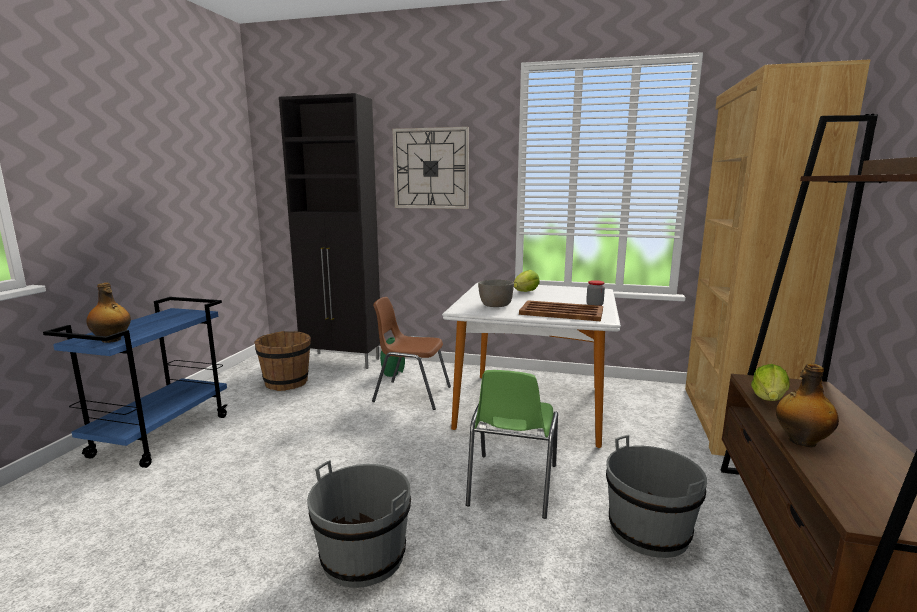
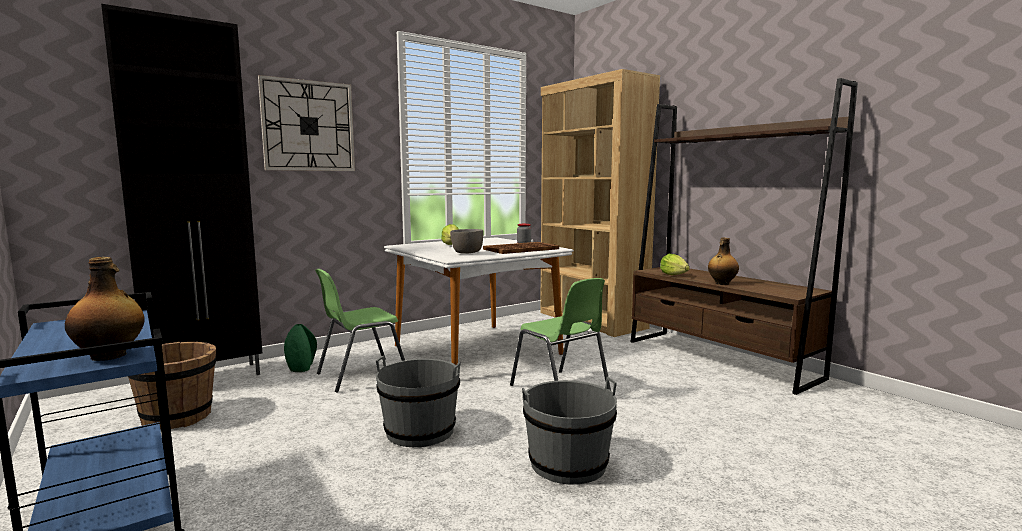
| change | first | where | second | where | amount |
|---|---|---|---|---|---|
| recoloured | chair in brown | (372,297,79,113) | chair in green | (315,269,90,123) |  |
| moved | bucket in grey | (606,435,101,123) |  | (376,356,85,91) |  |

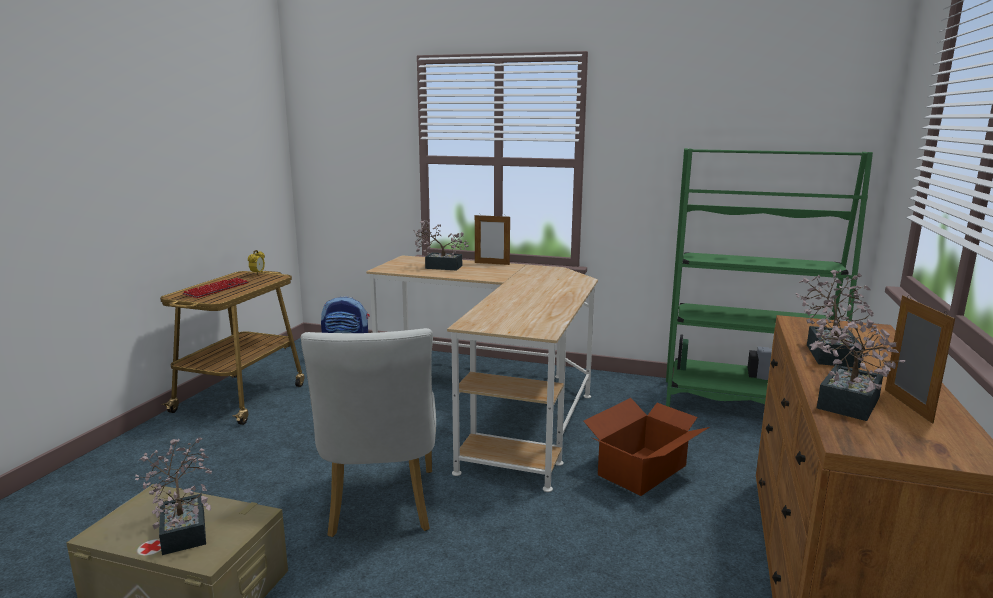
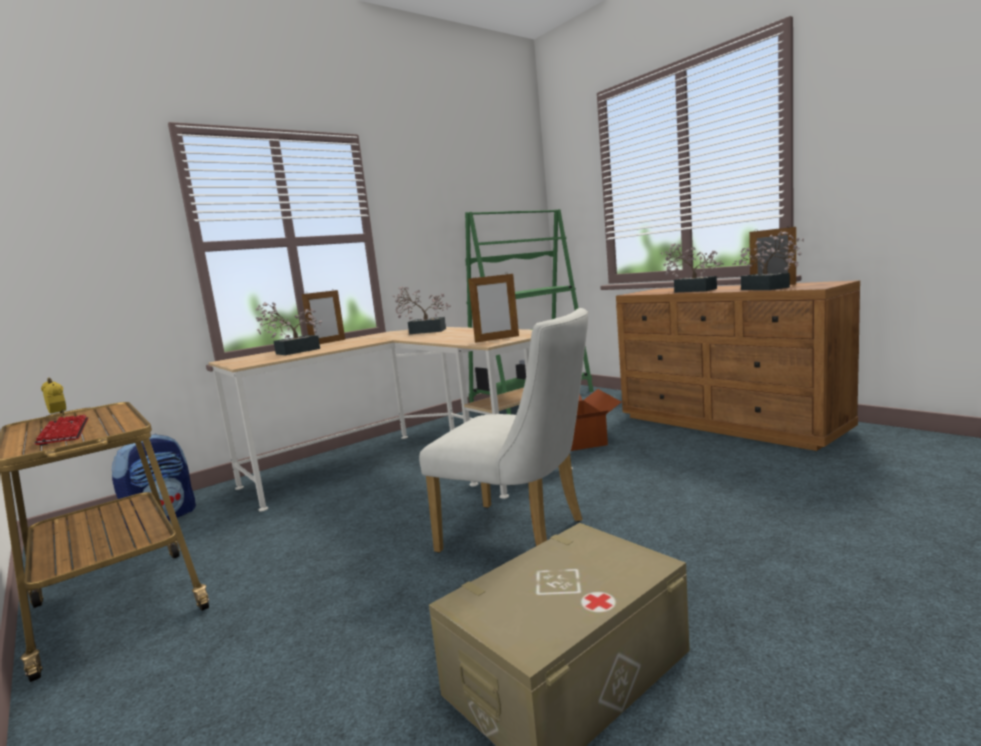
| change | first | where | second | where | amount |
|---|---|---|---|---|---|
| moved | potted plant | (135,437,77,118) |  | (393,286,58,48) |  |
| added |  |  | picture frame | (468,272,51,71) |  |

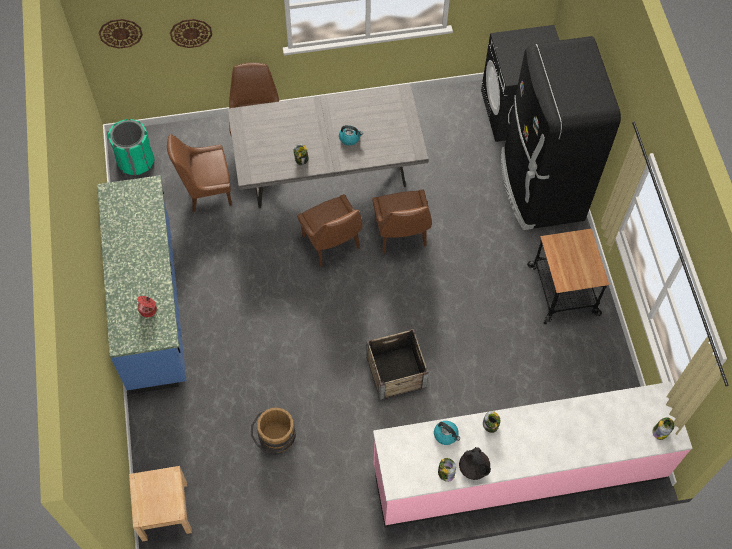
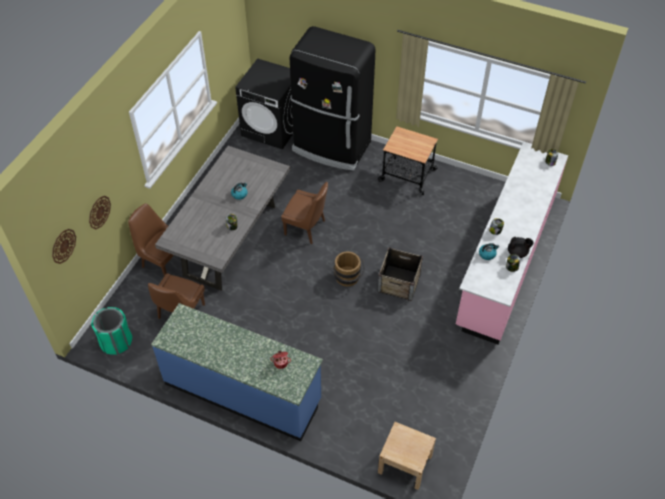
| change | first | where | second | where | amount |
|---|---|---|---|---|---|
| moved | bucket in brown | (251,407,45,46) |  | (333,251,32,35) |  |
| removed | chair in brown | (297,194,66,72) |  |  |  |

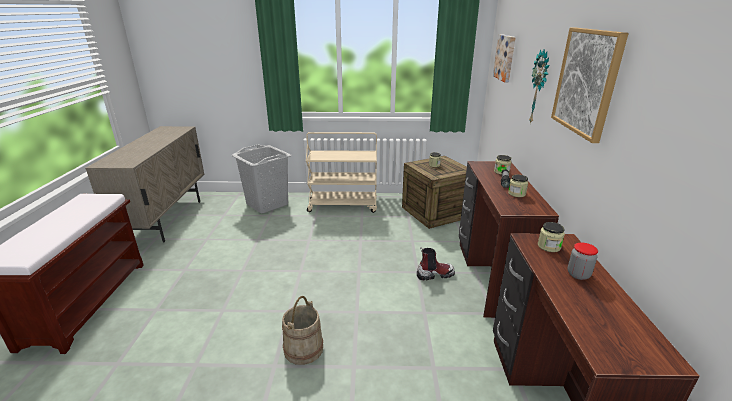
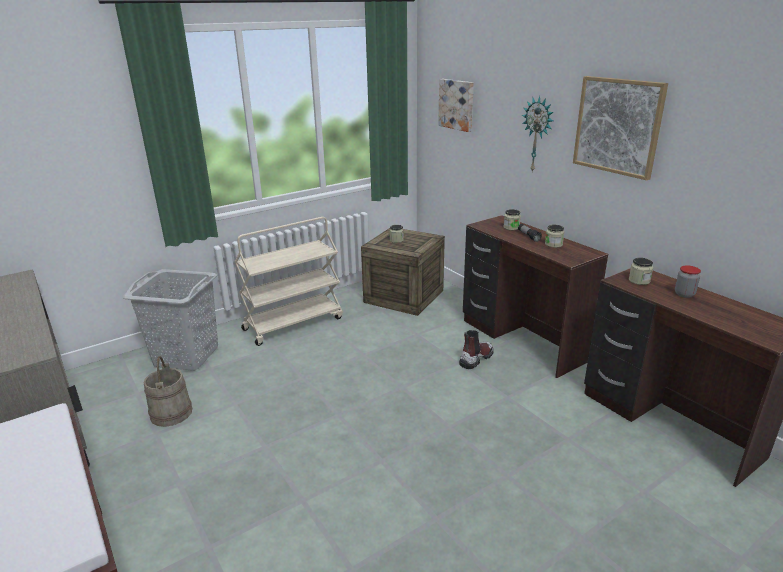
| change | first | where | second | where | amount |
|---|---|---|---|---|---|
| moved | bucket in beige | (282,296,41,69) |  | (144,356,48,71) |  |

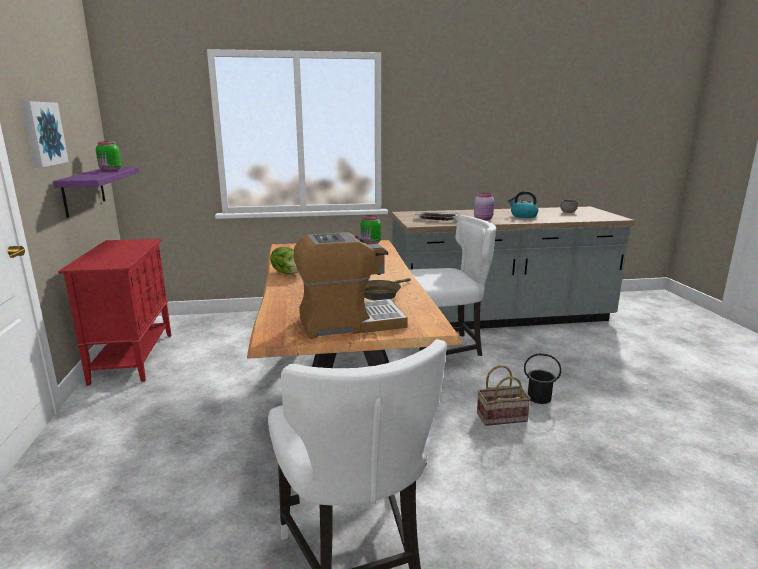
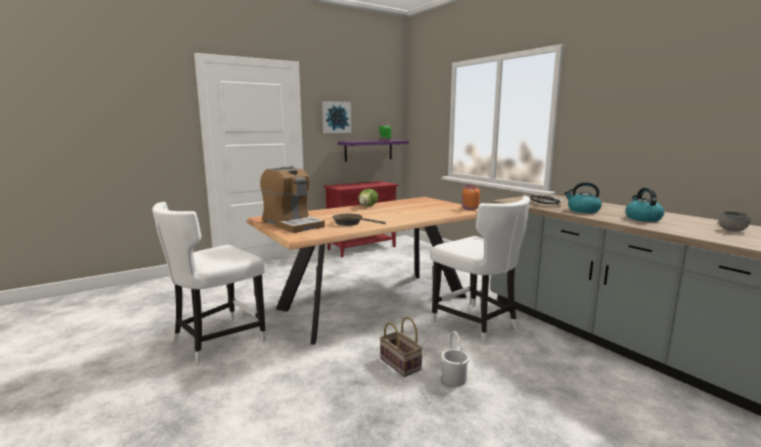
| change | first | where | second | where | amount |
|---|---|---|---|---|---|
| recoloured | bucket in black | (524,353,37,51) | bucket in white | (441,331,29,55) |  |
| recoloured | jar in green | (361,215,20,29) | jar in orange | (462,185,18,25) |  |
| replaced | jar in pink | (474,193,20,28) | kettle | (564,182,38,31) |  |

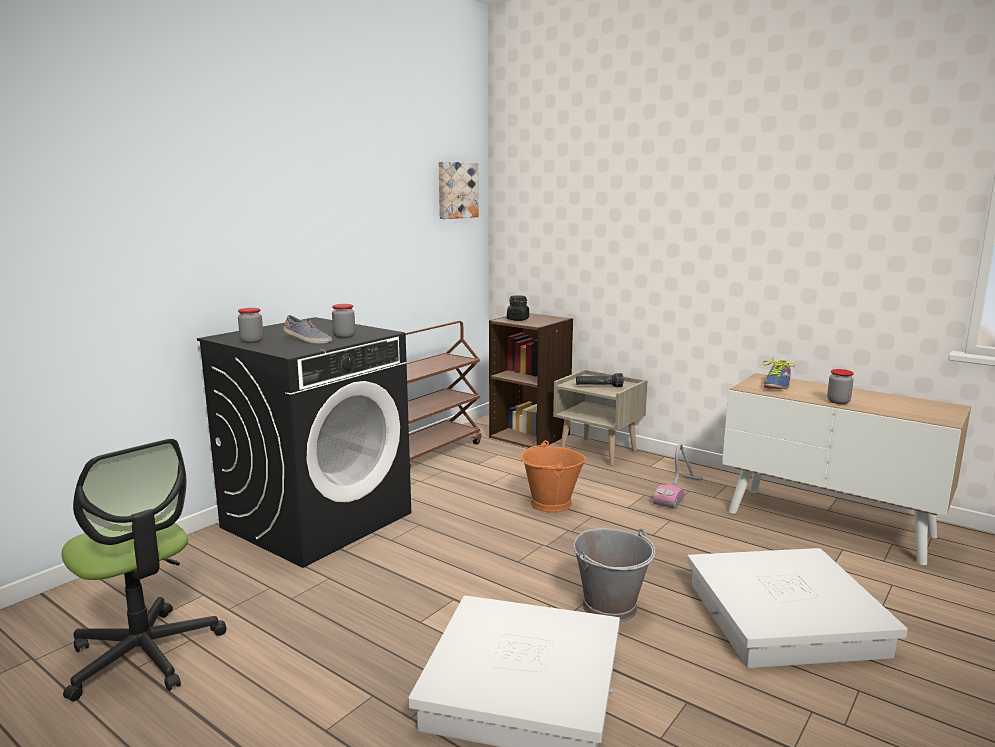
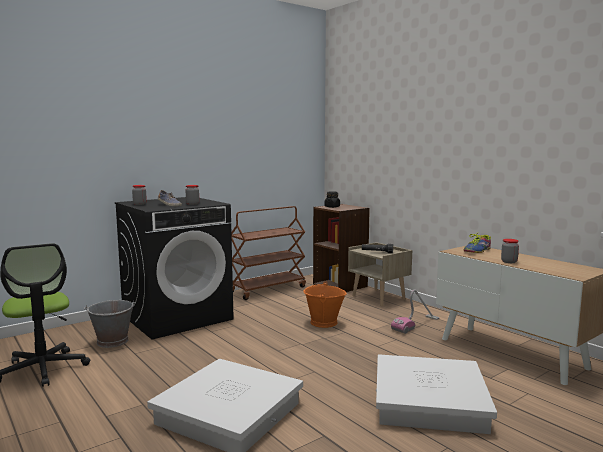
| change | first | where | second | where | amount |
|---|---|---|---|---|---|
| moved | bucket in grey | (573,529,83,93) |  | (84,300,52,48) |  |
| removed | picture | (439,162,40,57) |  |  |  |

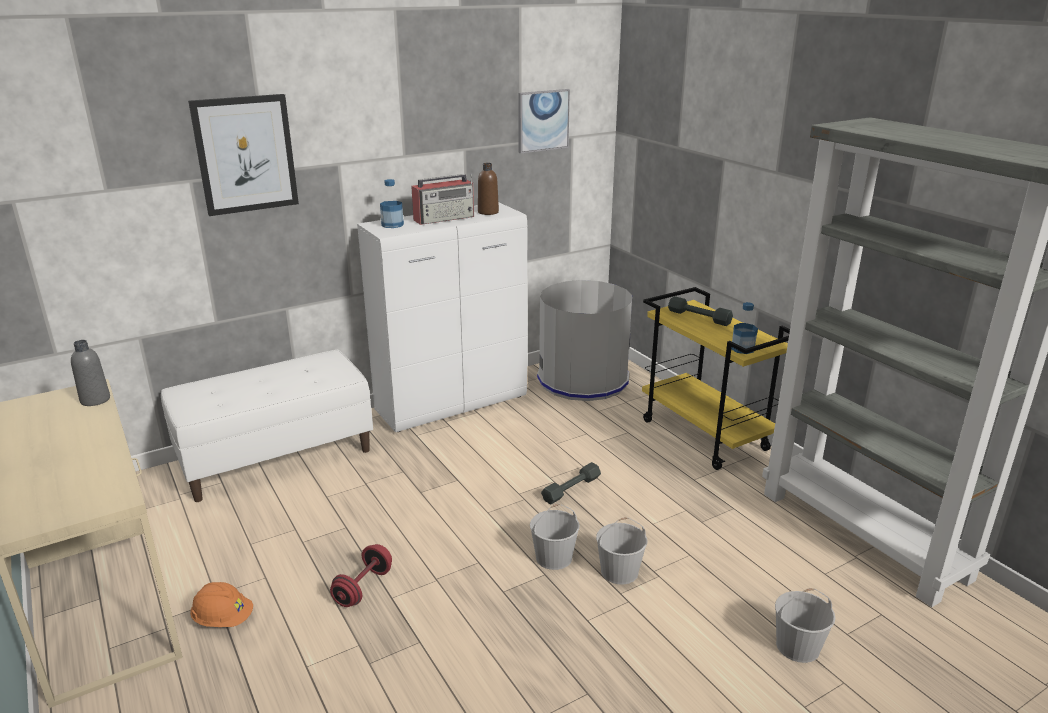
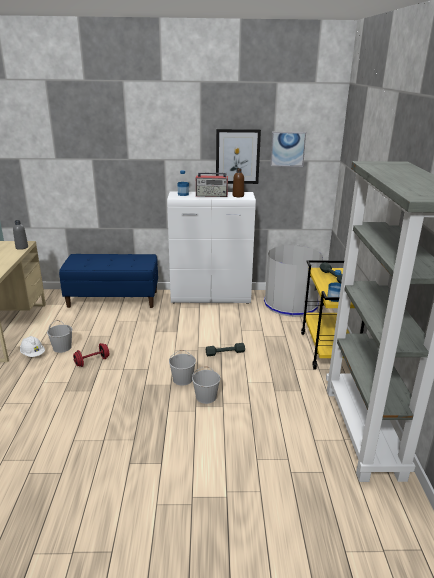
| change | first | where | second | where | amount |
|---|---|---|---|---|---|
| recoloured | hard hat in orange | (190,582,63,45) | hard hat in white | (20,336,25,21) |  |
| moved | bucket in white | (775,588,60,75) |  | (47,320,25,33) |  |
| recoloured | bench in white | (161,350,212,152) | bench in blue | (59,254,99,54) |  |
| moved | picture | (188,94,111,122) |  | (216,129,45,55) |  |

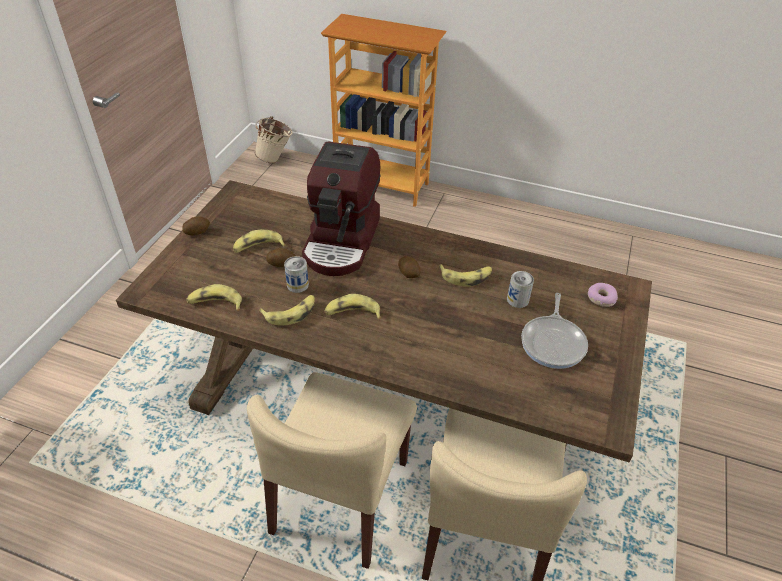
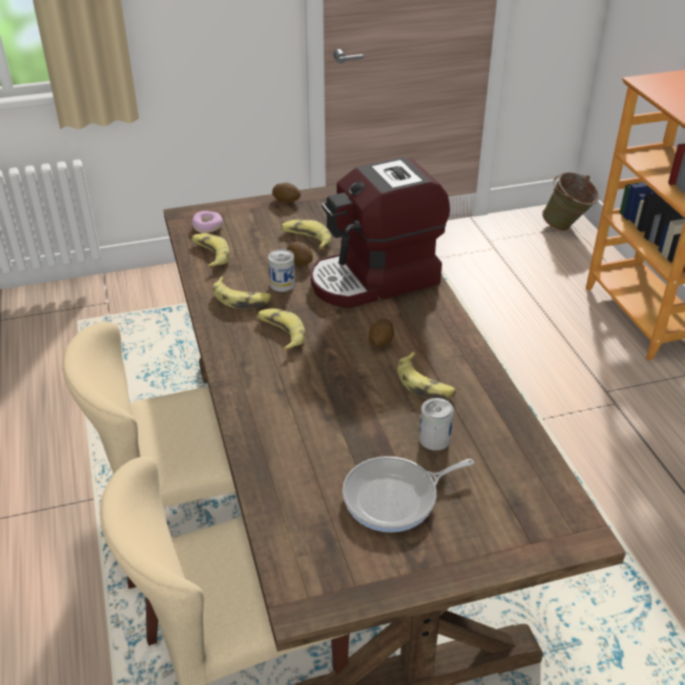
| change | first | where | second | where | amount |
|---|---|---|---|---|---|
| moved | donut | (588,283,30,24) |  | (192,211,31,22) |  |
| recoloured | bucket in beige | (255,116,38,47) | bucket in green | (542,172,57,59) |  |

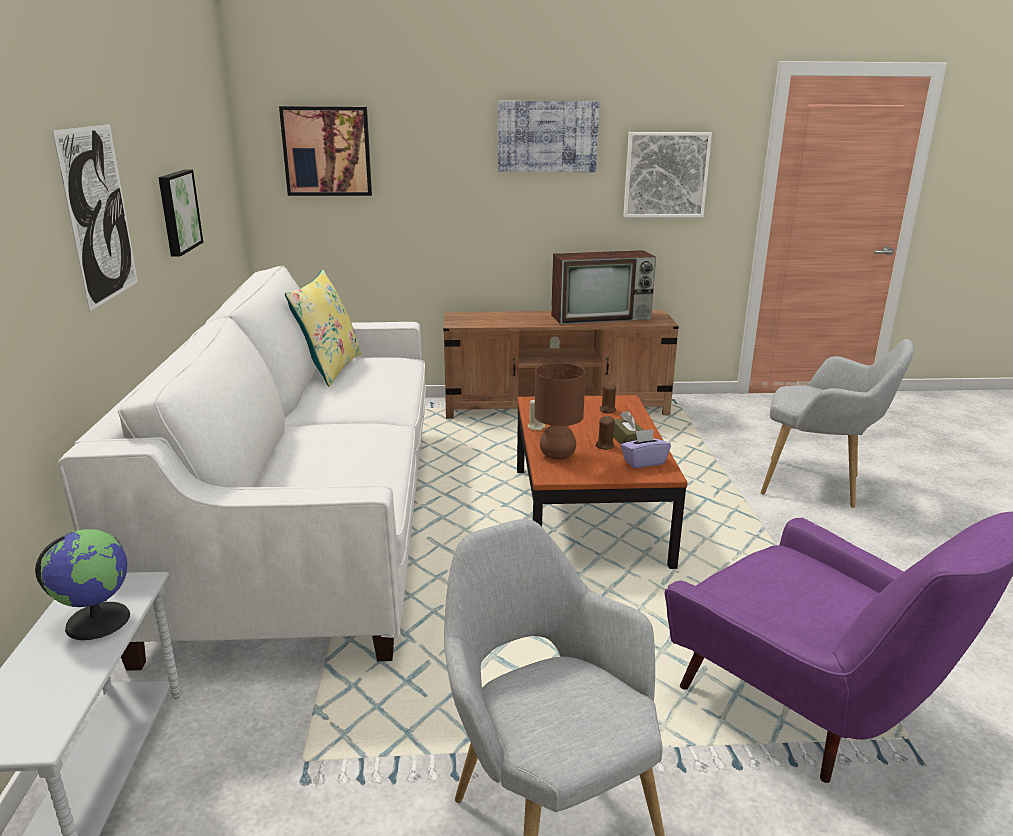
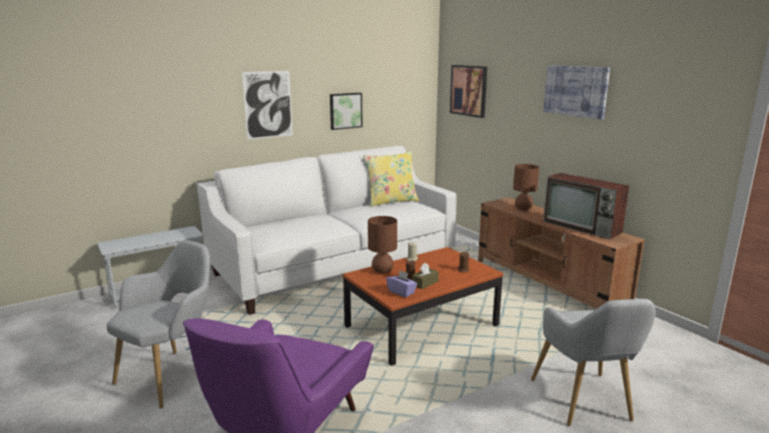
| change | first | where | second | where | amount |
|---|---|---|---|---|---|
| added |  |  | table lamp in brown | (513,164,26,46) |  |
| removed | globe | (35,529,95,111) |  |  |  |
| removed | picture | (623,132,89,85) |  |  |  |

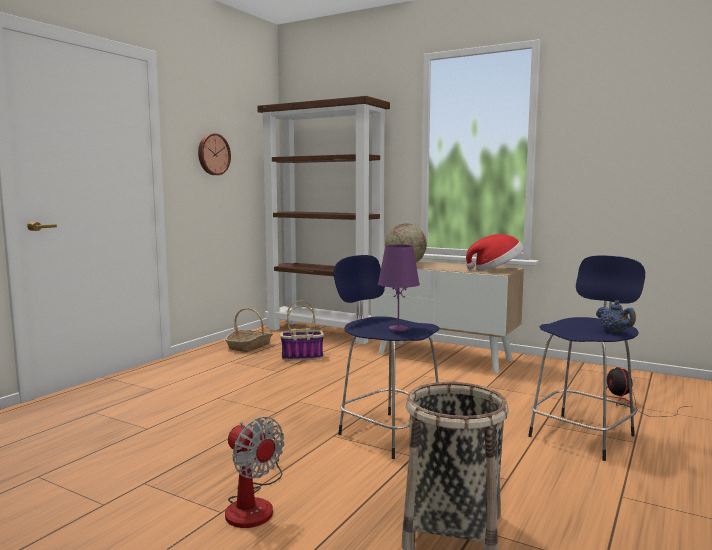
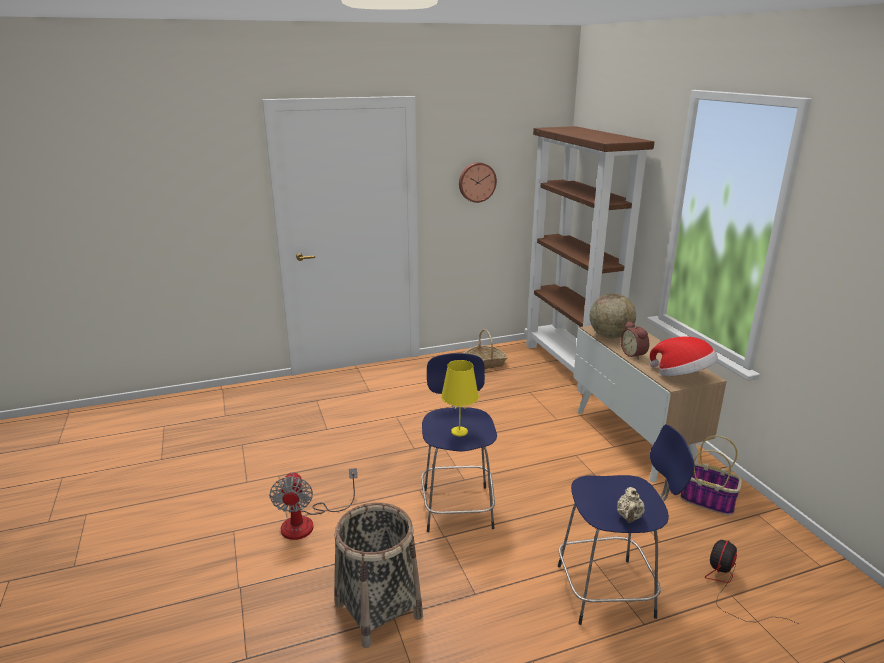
| change | first | where | second | where | amount |
|---|---|---|---|---|---|
| recoloured | table lamp in purple | (378,244,42,88) | table lamp in yellow | (441,360,38,76) |  |
| recoloured | teapot in blue | (596,300,40,32) | teapot in beige | (617,487,28,36) |  |
| added |  |  | alarm clock | (620,321,29,39) |  |
| moved | basket | (280,301,44,60) |  | (680,435,62,81) |  |

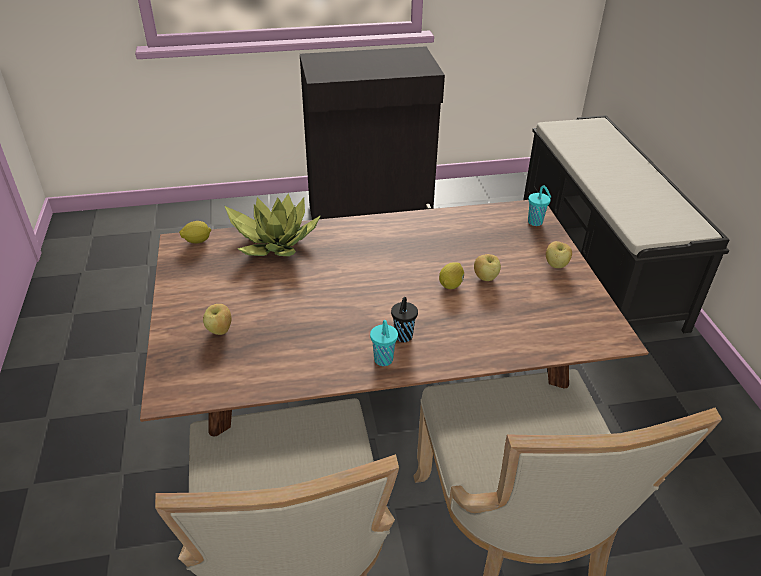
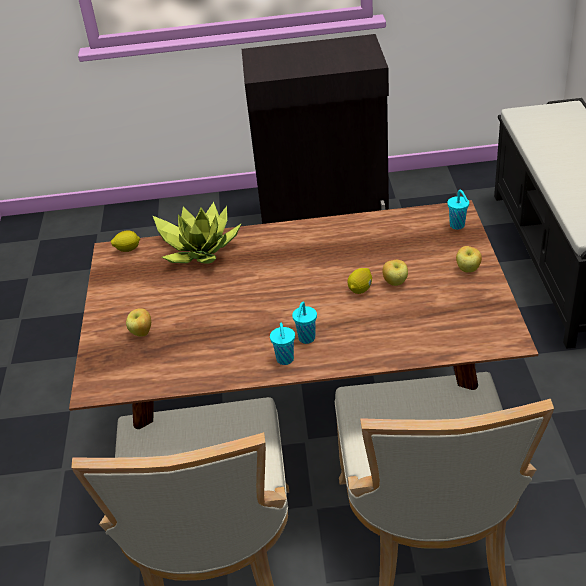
| change | first | where | second | where | amount |
|---|---|---|---|---|---|
| recoloured | cup in black | (391,297,27,45) | cup in turquoise | (292,302,25,42) |  |

